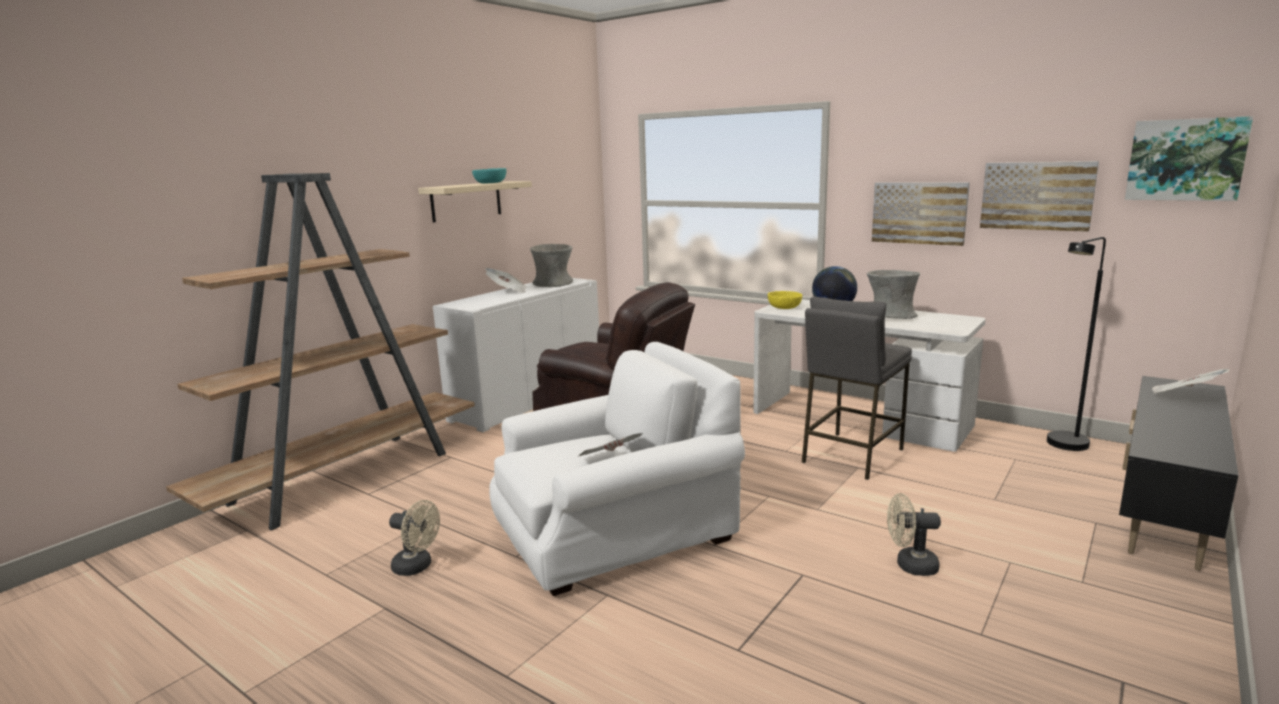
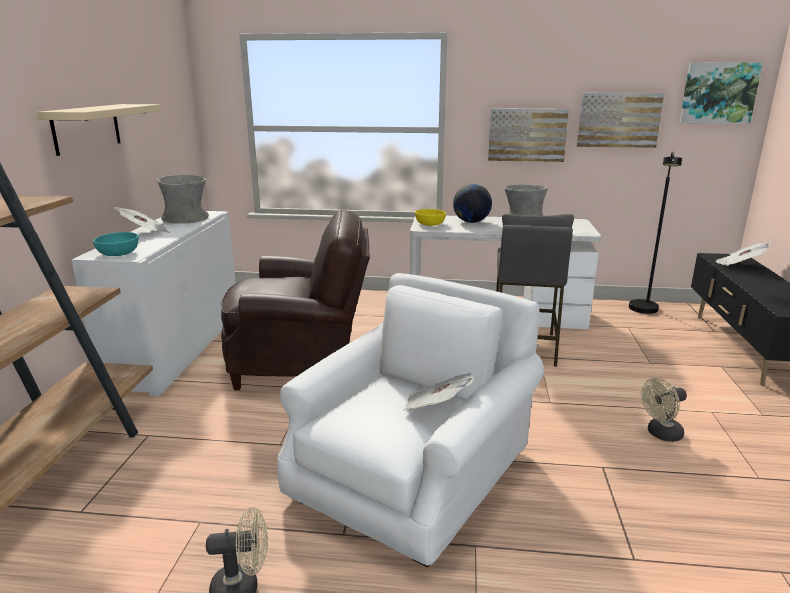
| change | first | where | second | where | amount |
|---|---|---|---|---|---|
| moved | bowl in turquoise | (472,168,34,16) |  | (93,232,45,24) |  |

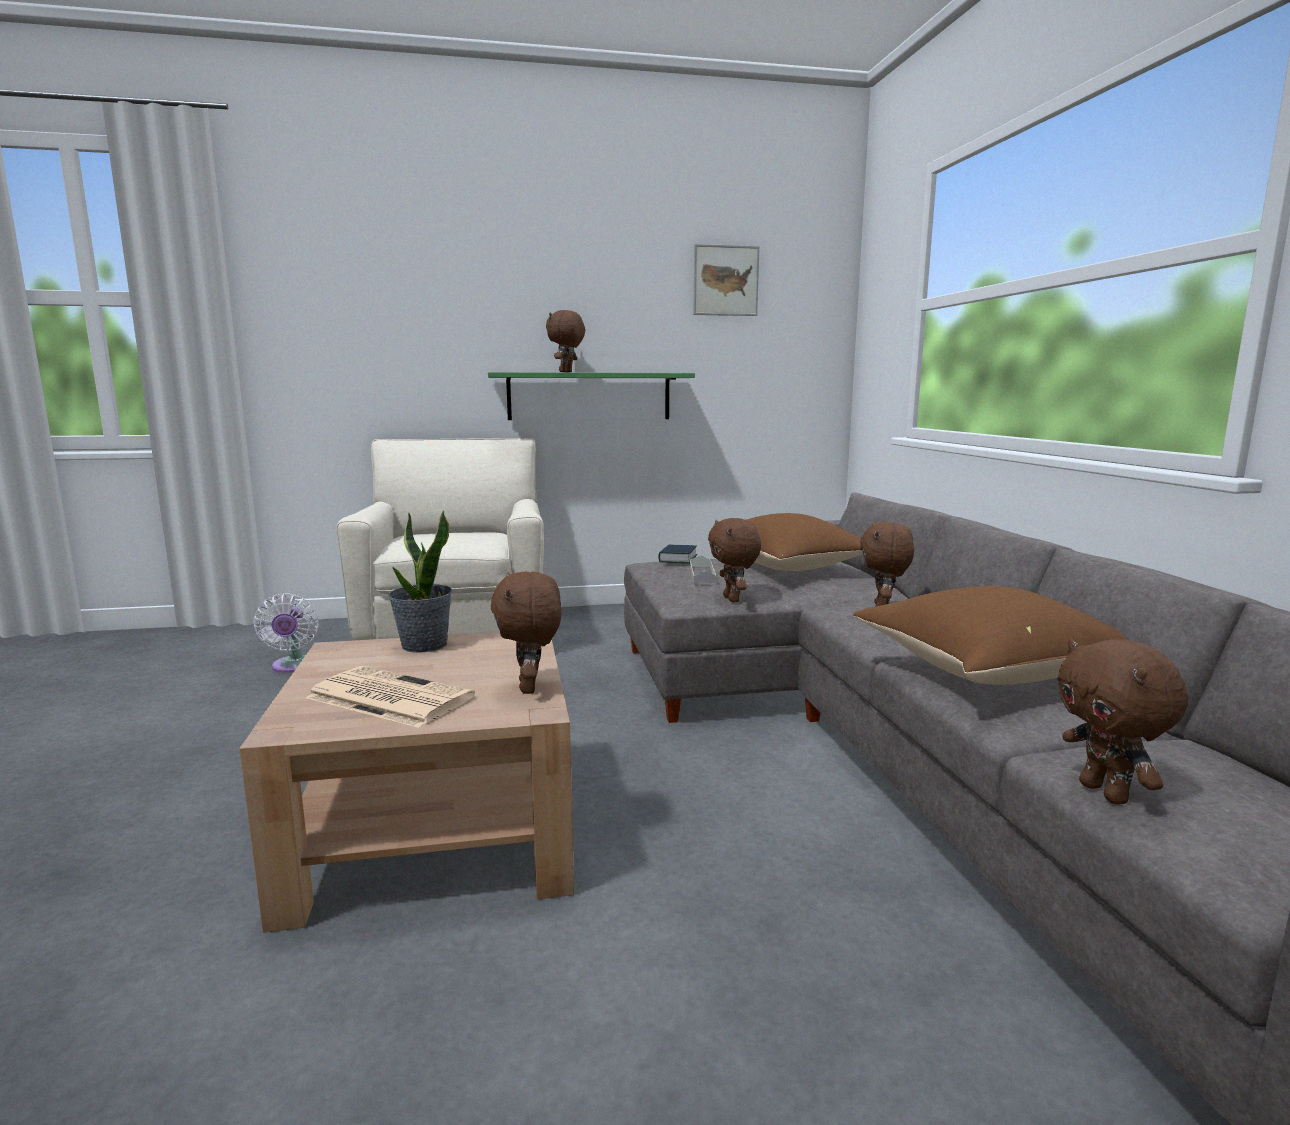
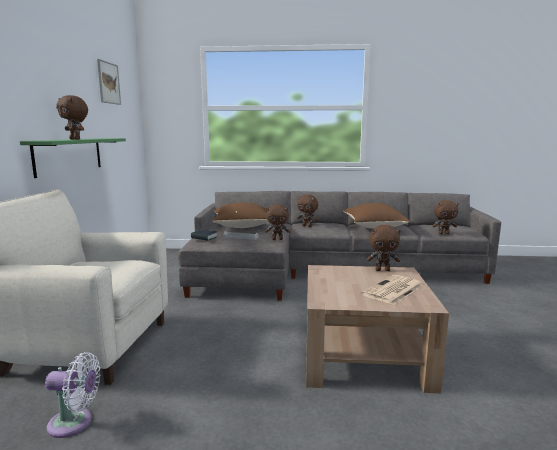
| change | first | where | second | where | amount |
|---|---|---|---|---|---|
| removed | potted plant | (388,510,64,143) |  |  |  |

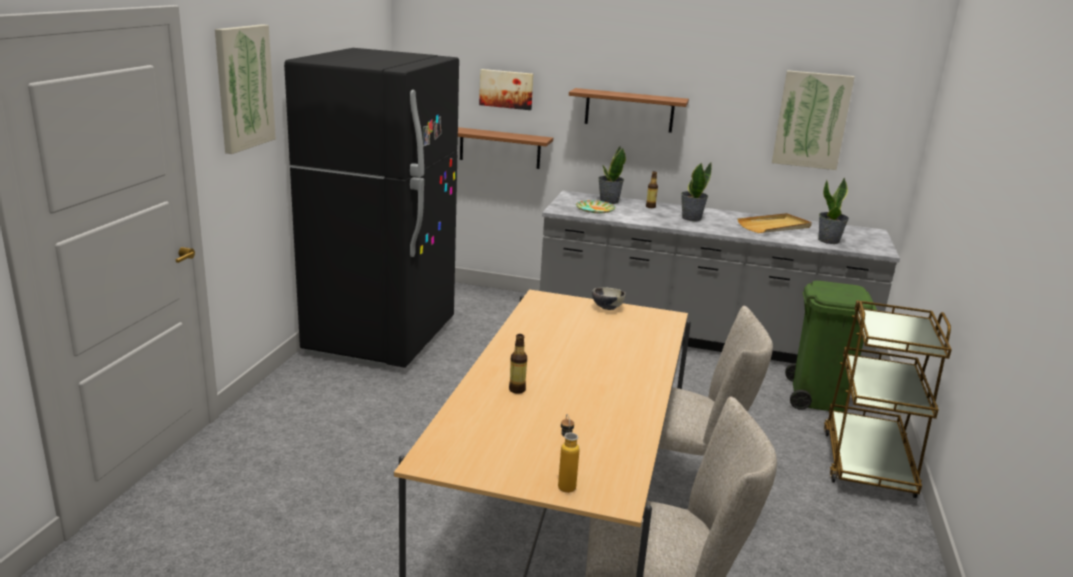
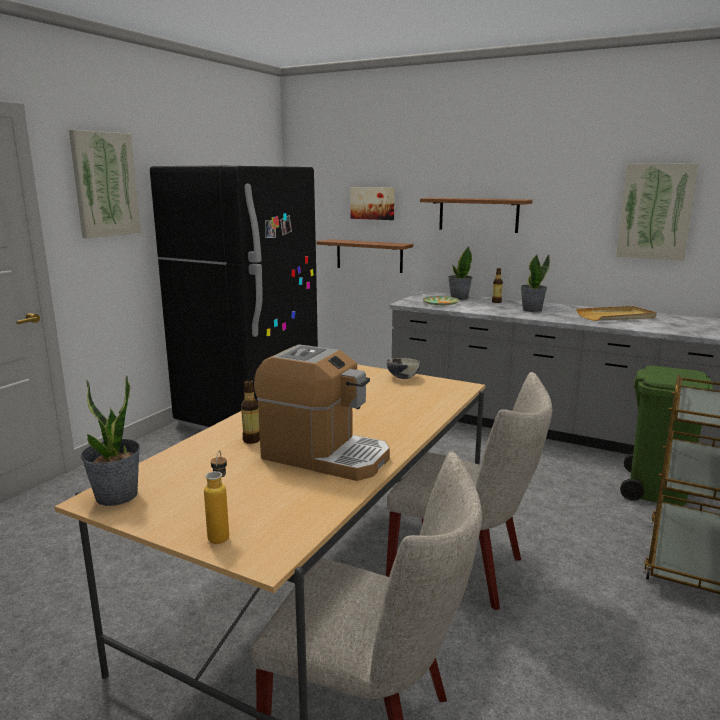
| change | first | where | second | where | amount |
|---|---|---|---|---|---|
| moved | potted plant | (818,177,31,67) |  | (80,376,60,130) |  |
| added |  |  | coffee machine | (254,344,136,137) |  |

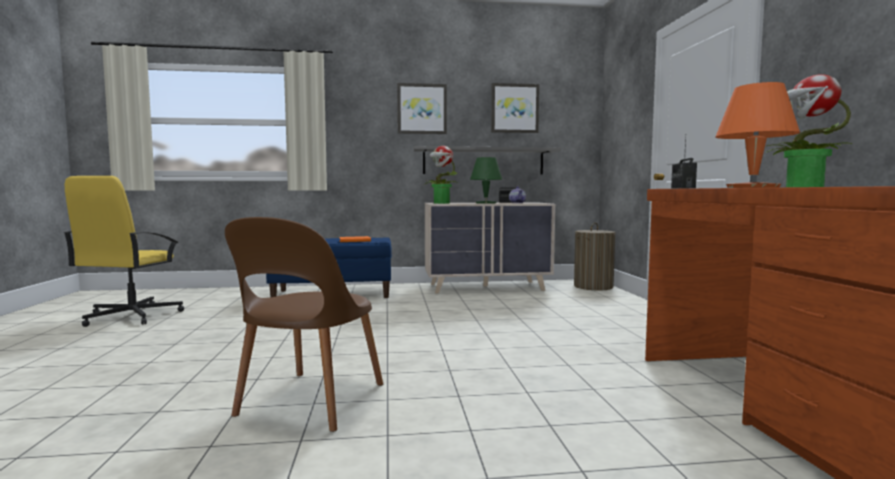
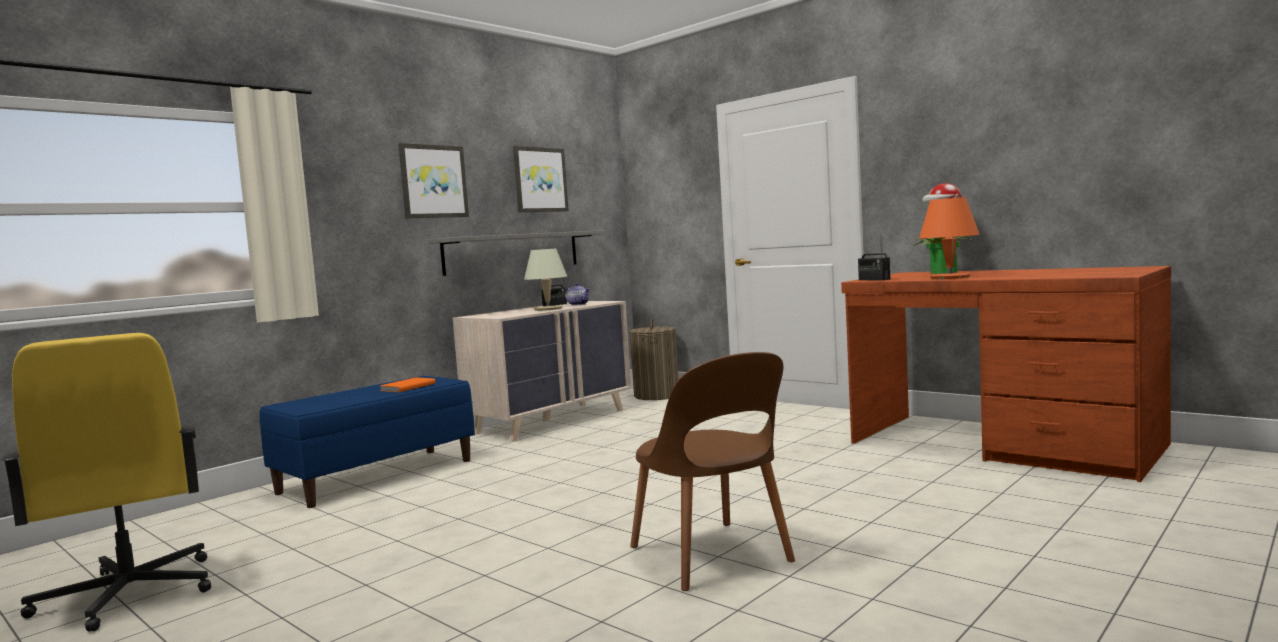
| change | first | where | second | where | amount |
|---|---|---|---|---|---|
| recoloured | table lamp in green | (470,157,32,47) | table lamp in beige | (524,248,43,63) |  |
| removed | potted plant | (424,146,35,58) |  |  |  |

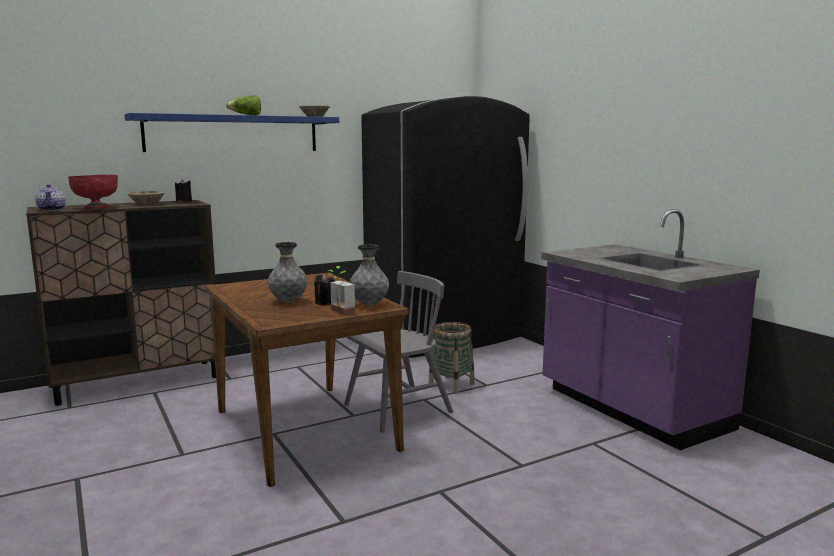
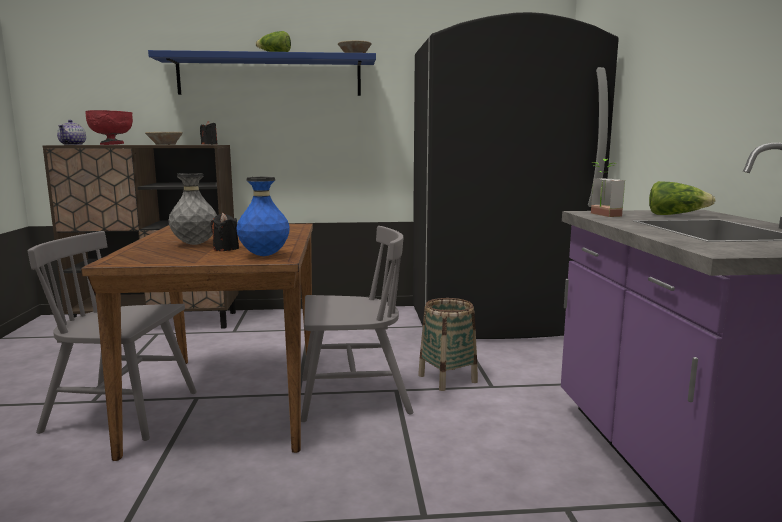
| change | first | where | second | where | amount |
|---|---|---|---|---|---|
| added |  |  | chair in grey | (28,231,169,210) |  |
| recoloured | vase in grey | (349,244,40,62) | vase in blue | (236,177,54,79) |  |
| moved | potted plant | (327,266,28,49) |  | (591,159,34,58) |  |
| added |  |  | lettuce | (649,181,67,34) |  |

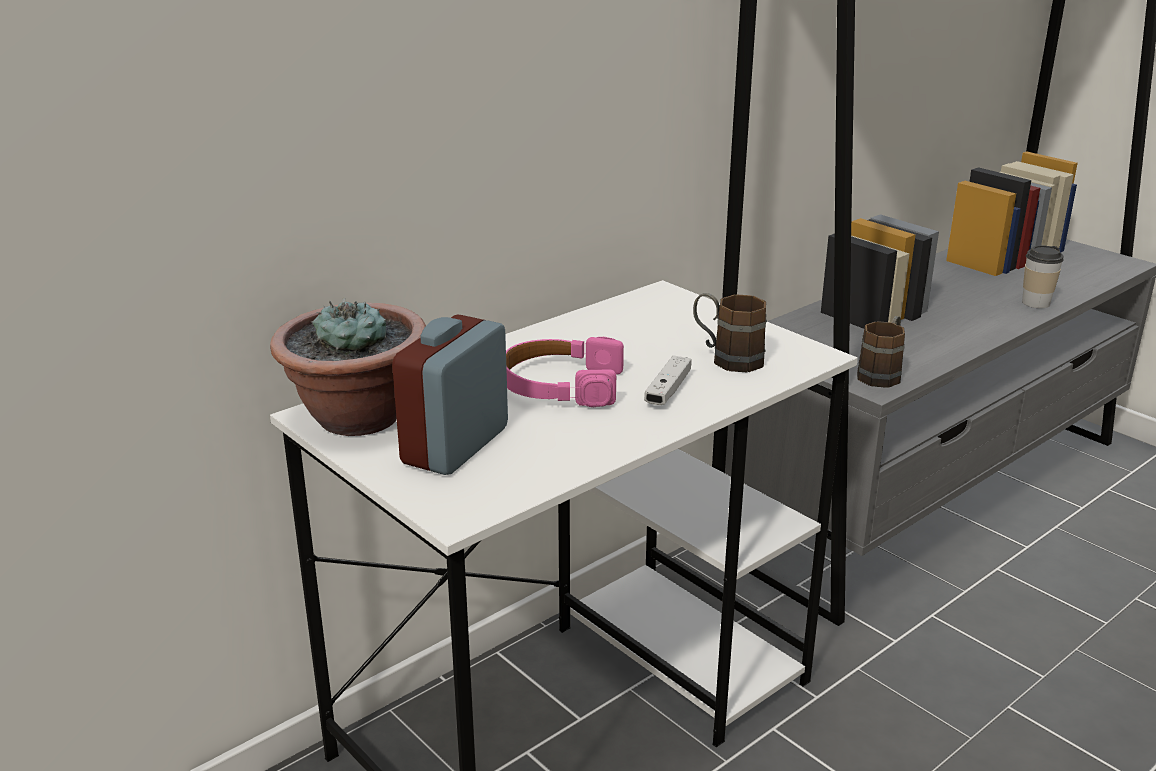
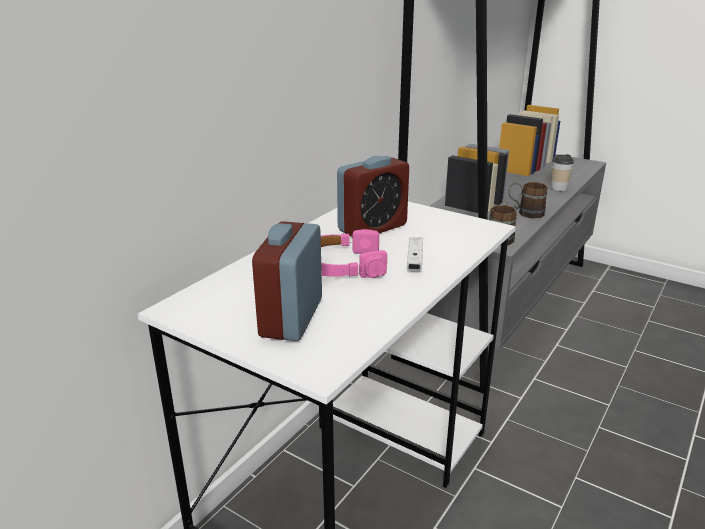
| change | first | where | second | where | amount |
|---|---|---|---|---|---|
| added |  |  | alarm clock | (337,156,72,81) |  |
| moved | mug in brown | (693,293,74,80) |  | (509,182,38,37) |  |
| removed | potted plant | (270,297,156,139) |  |  |  |

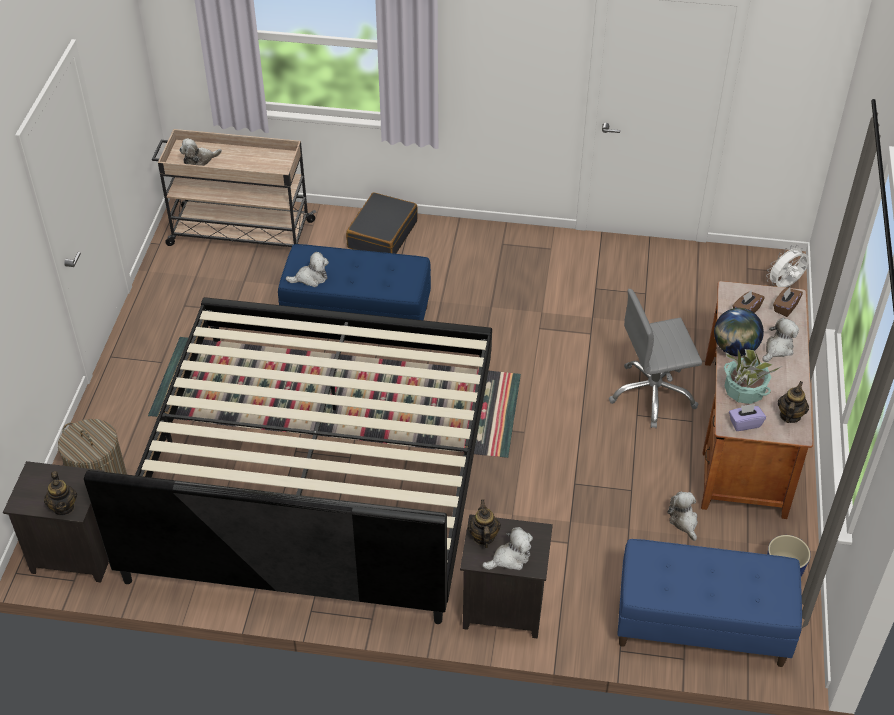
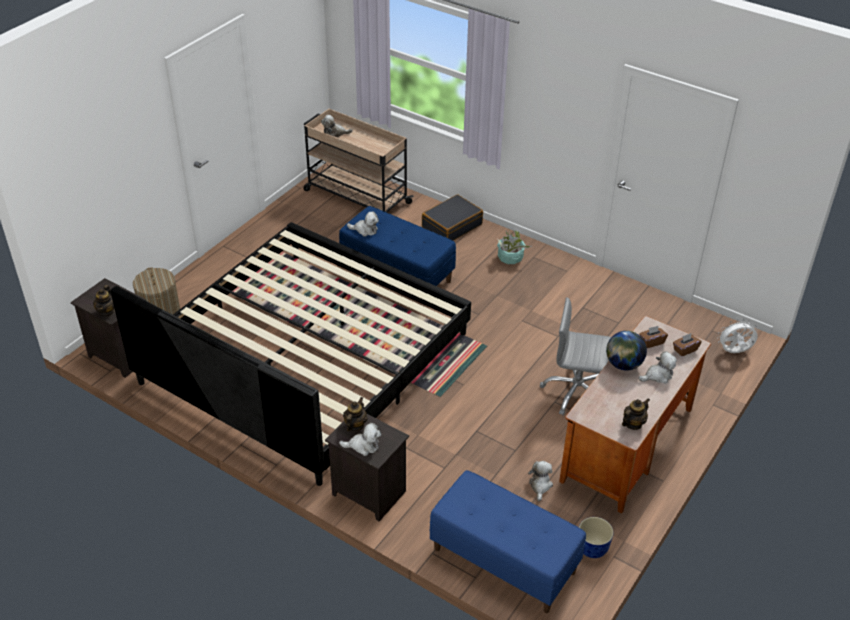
| change | first | where | second | where | amount |
|---|---|---|---|---|---|
| moved | potted plant | (724,349,58,55) |  | (497,229,34,35) |  |
| removed | tissue box in purple | (729,404,37,27) |  |  |  |

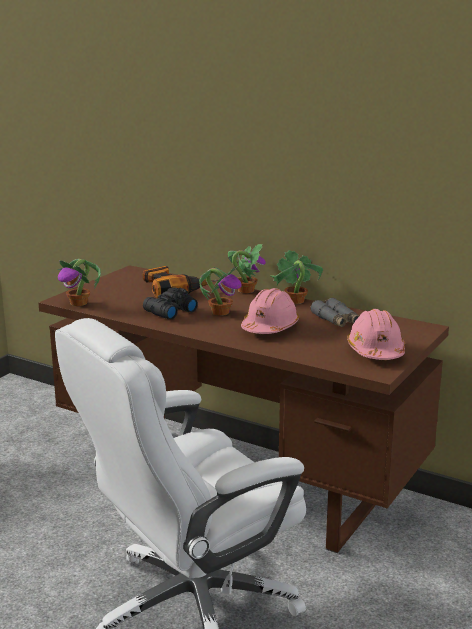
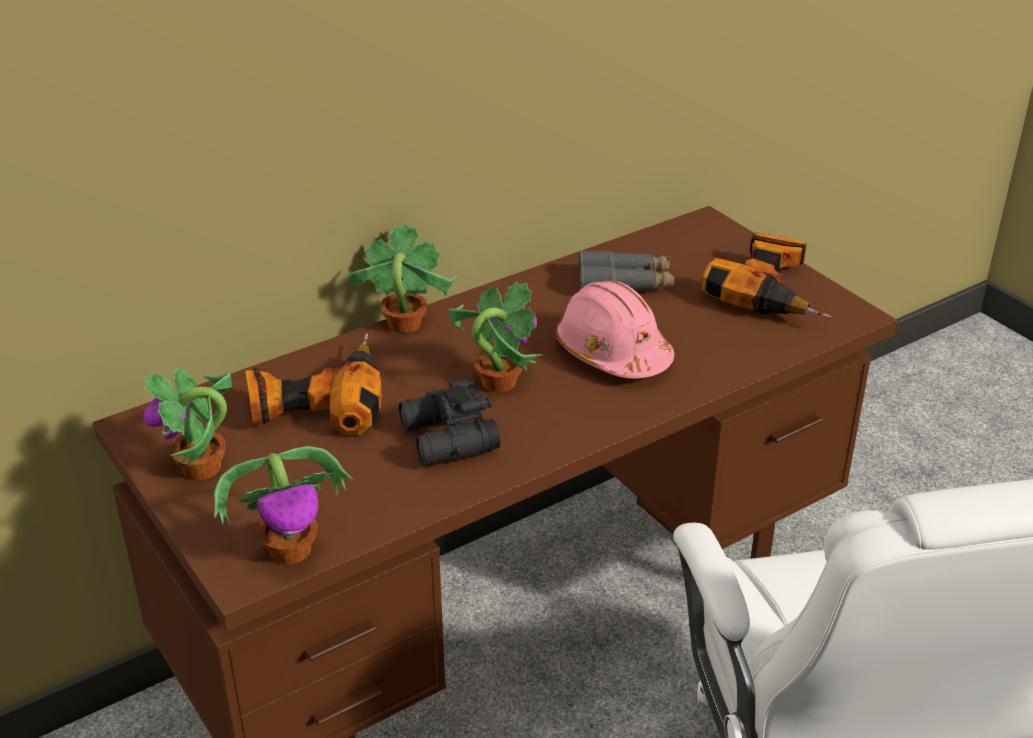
| change | first | where | second | where | amount |
|---|---|---|---|---|---|
| moved | potted plant | (270,250,53,54) |  | (143,367,89,113) |  |
| replaced | hard hat in pink | (347,309,58,51) | power drill | (701,232,130,87) |  |

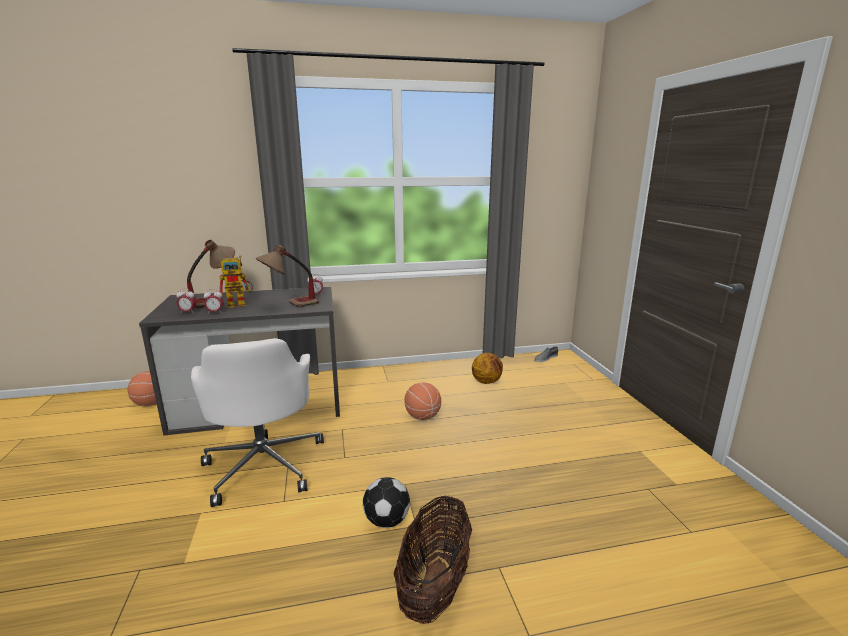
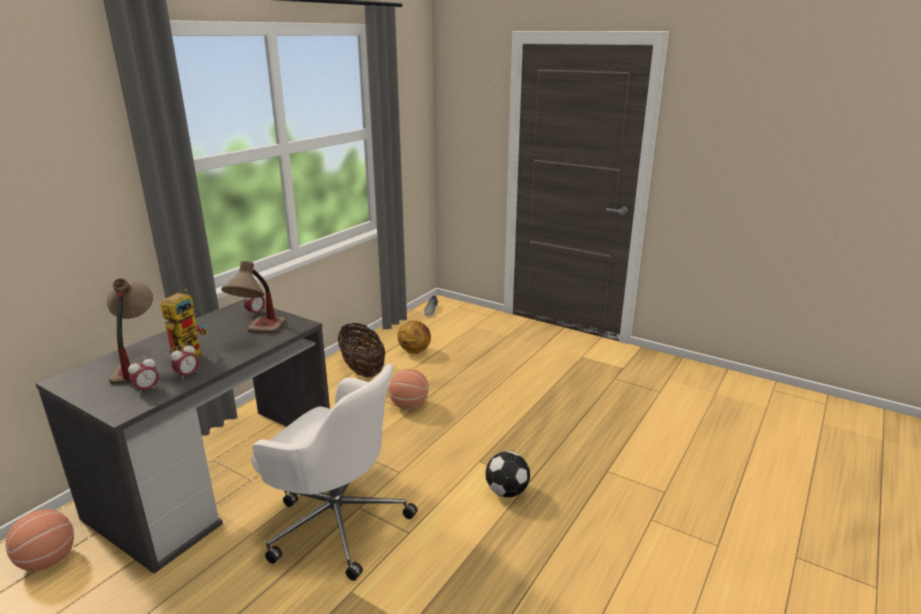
| change | first | where | second | where | amount |
|---|---|---|---|---|---|
| moved | basket | (394,495,78,129) |  | (338,323,48,55) |  |

